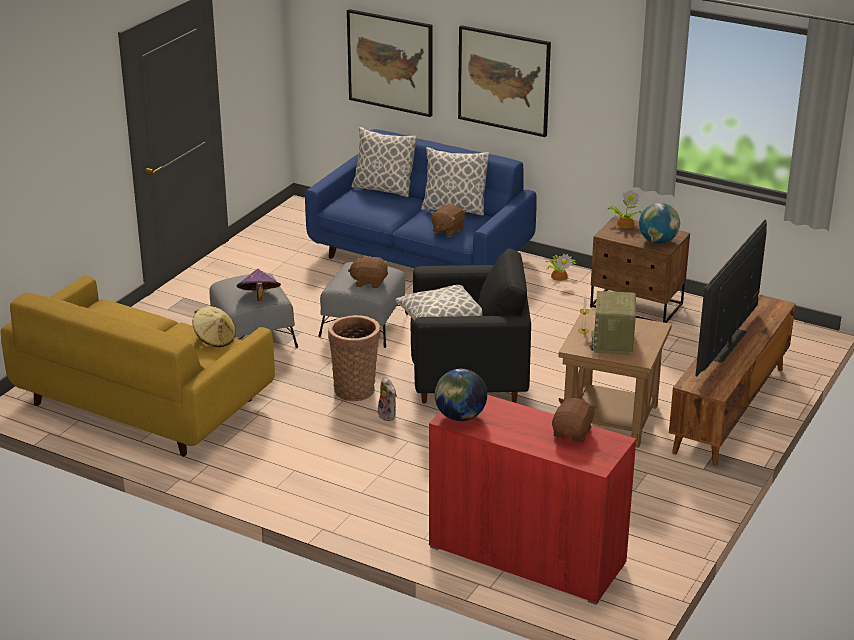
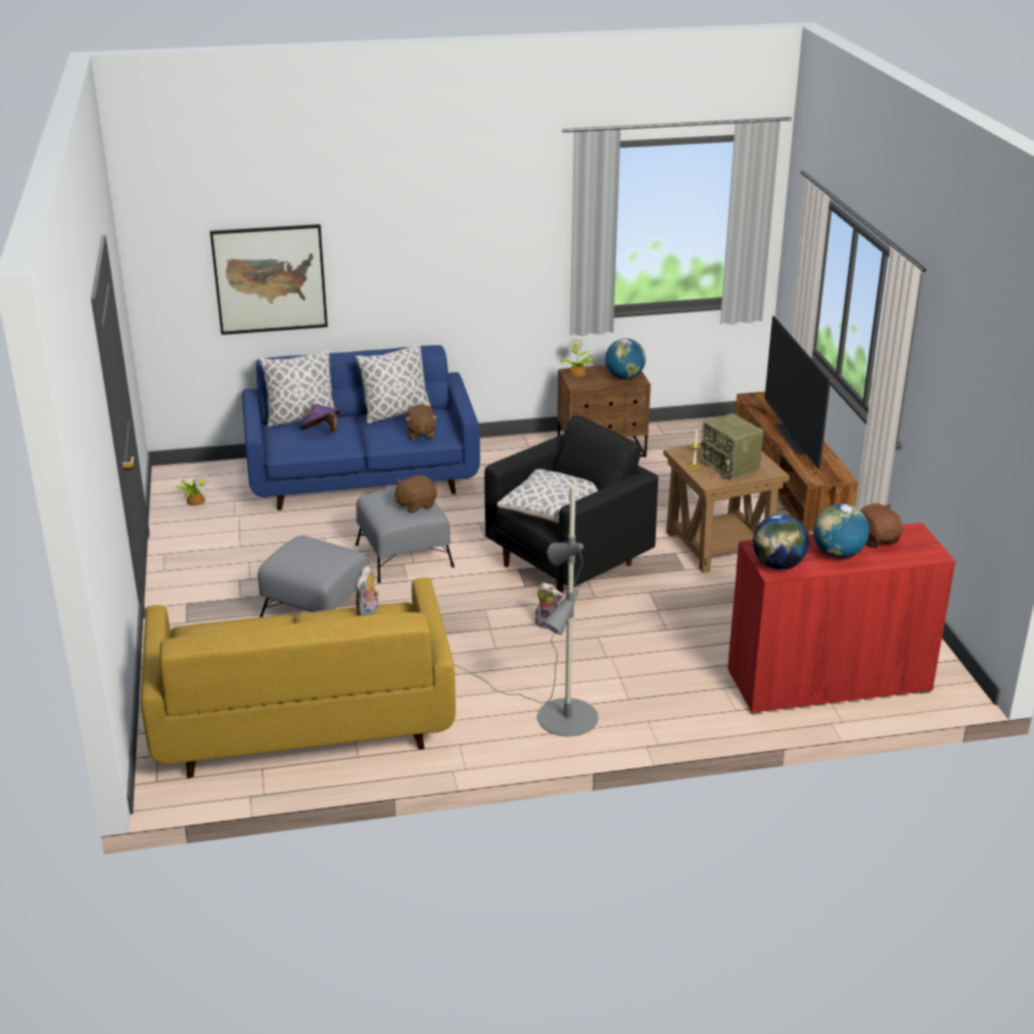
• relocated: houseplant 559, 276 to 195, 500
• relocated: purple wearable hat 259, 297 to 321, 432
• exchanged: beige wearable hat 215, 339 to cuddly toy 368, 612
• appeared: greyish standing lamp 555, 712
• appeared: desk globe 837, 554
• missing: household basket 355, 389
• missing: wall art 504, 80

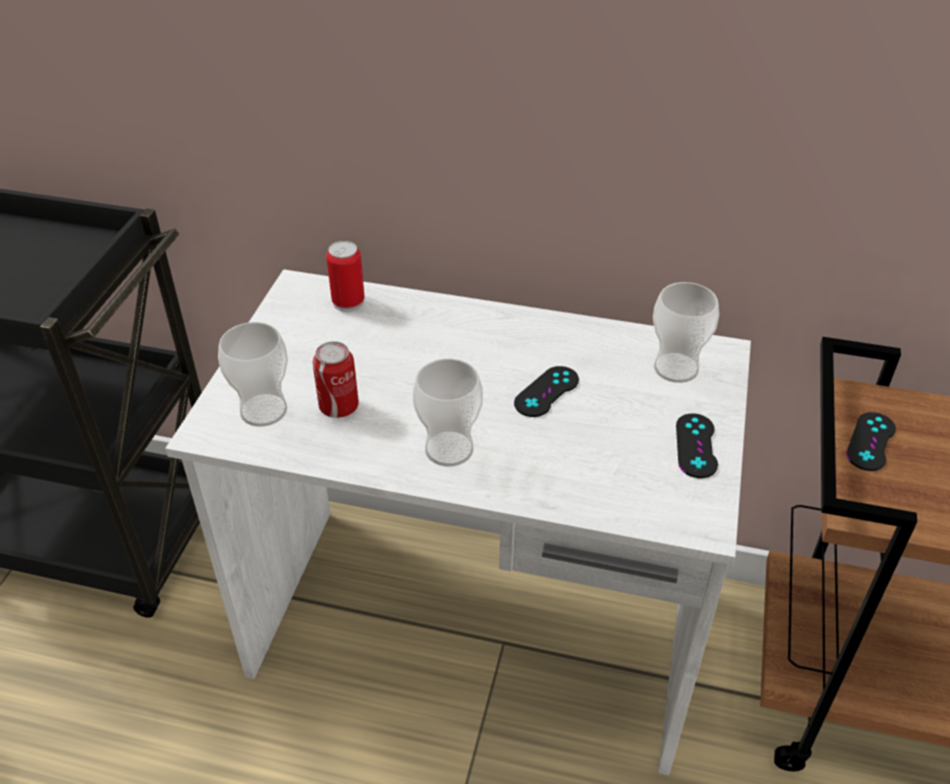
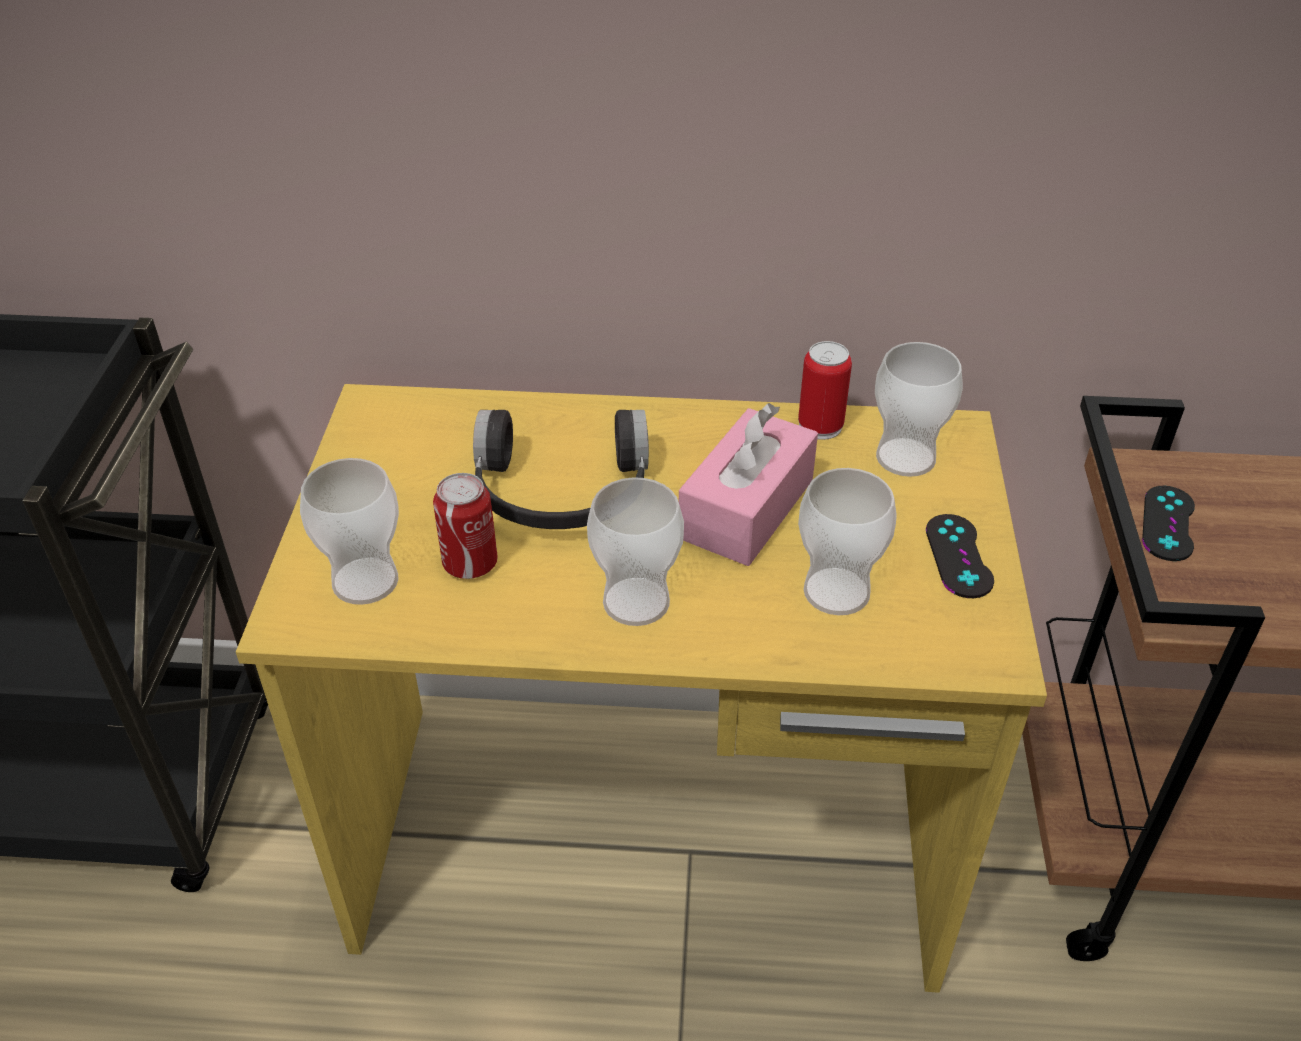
• colour: white-coloured desk 476, 634 to yellow desk 652, 845
• appeared: blackish headphones 561, 493
• exchanged: blackish gamepad 546, 392 to pinkish tissue holder 746, 509
• relocated: metal can 348, 302 to 820, 426
• appeared: drinking cup 836, 591

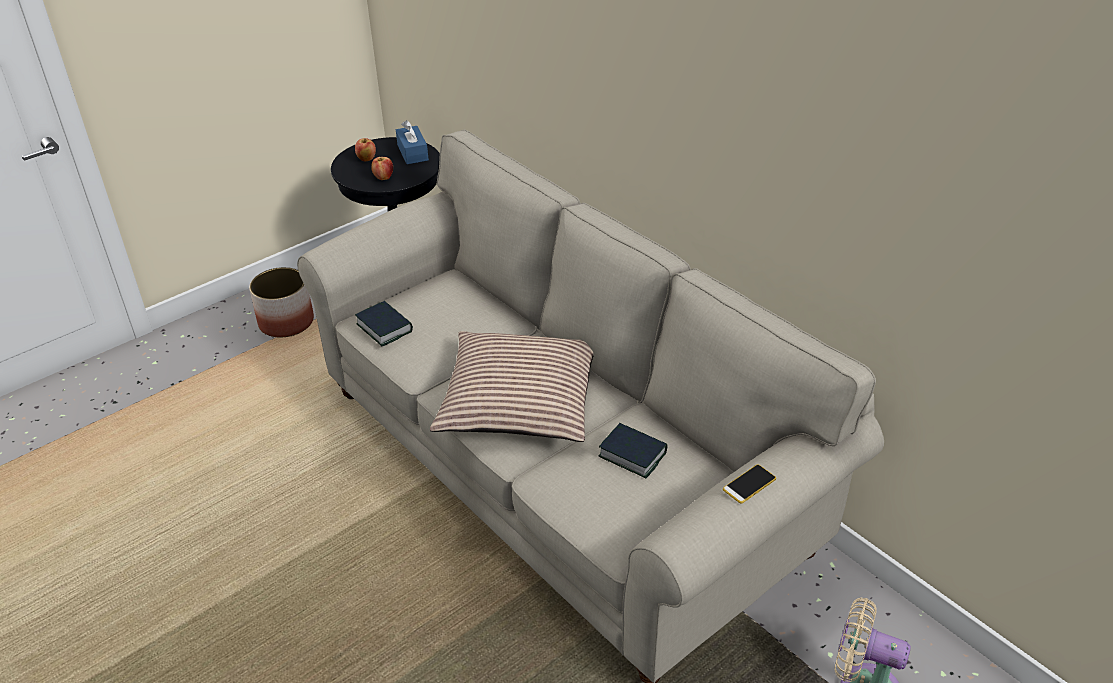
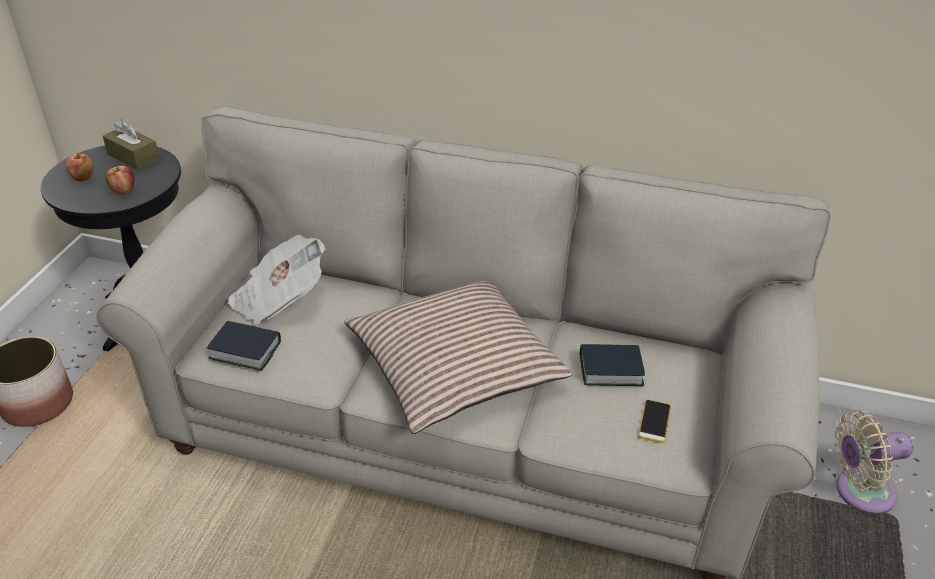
• colour: blue-coloured tissue holder 412, 153 to brown tissue holder 133, 157
• appeared: printed paper 279, 299
• relocated: phone 749, 484 to 654, 421

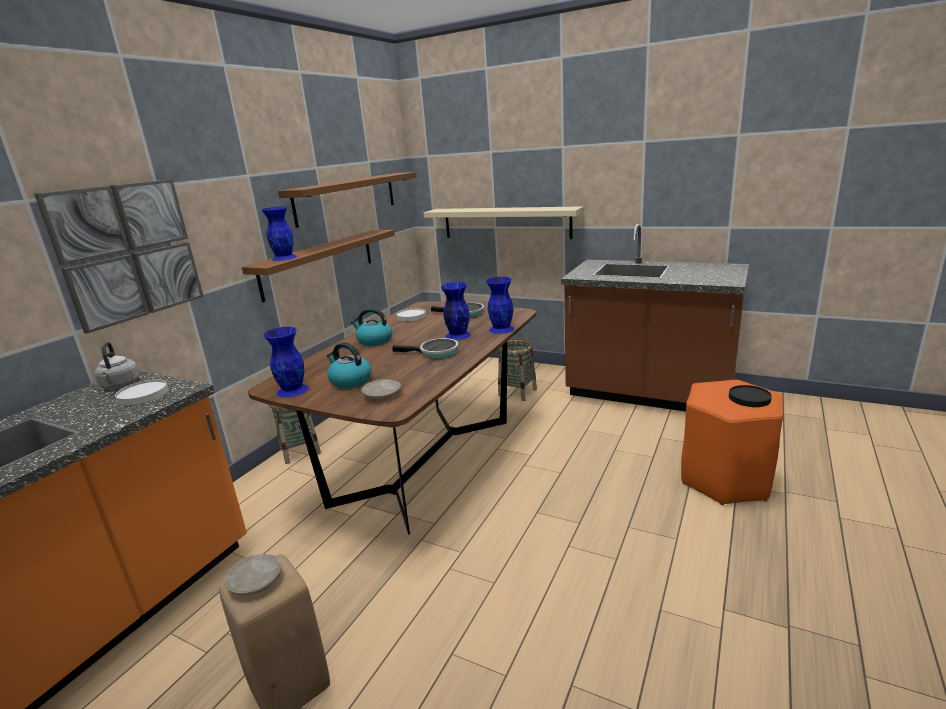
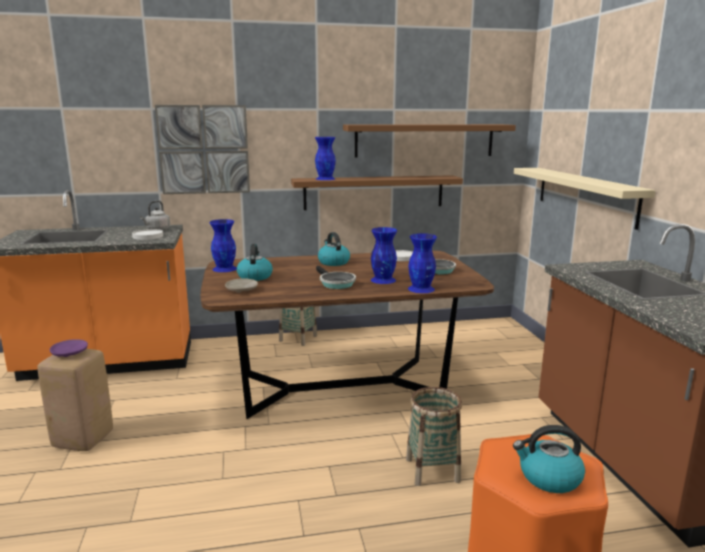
• colour: beige plate 256, 581 to purple plate 70, 353
• relocated: household basket 517, 392 to 432, 470
• exchanged: blackish plate 749, 398 to tea kettle 548, 478

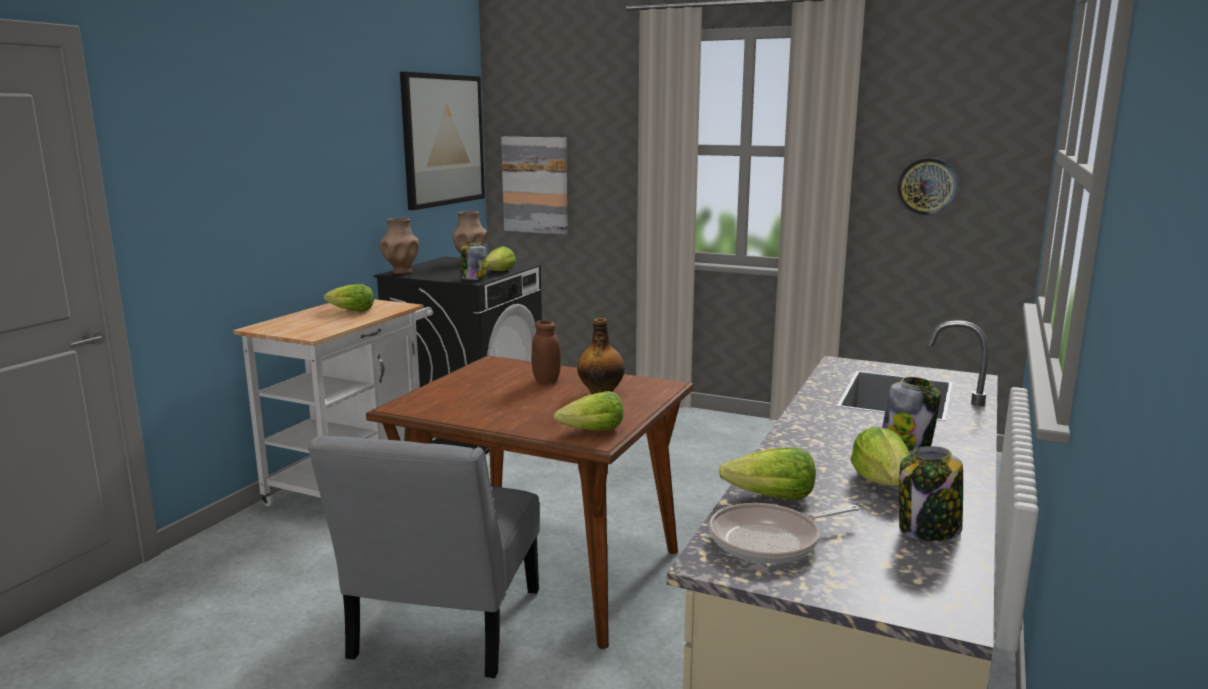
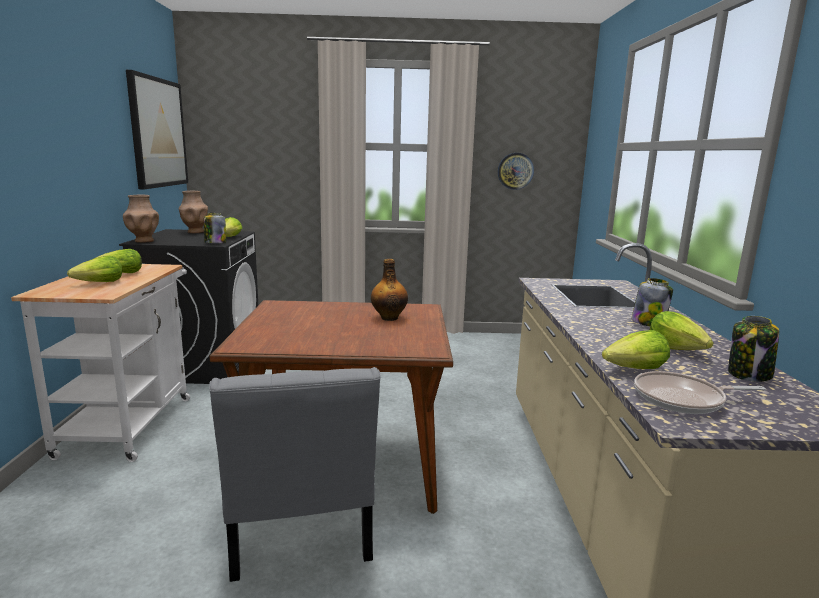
• relocated: lettuce head 593, 431 to 100, 283
• spun: frying pan 770, 540 = 683, 399 45 degrees clockwise
• missing: wall art 535, 185
• missing: brown storage jar 546, 380

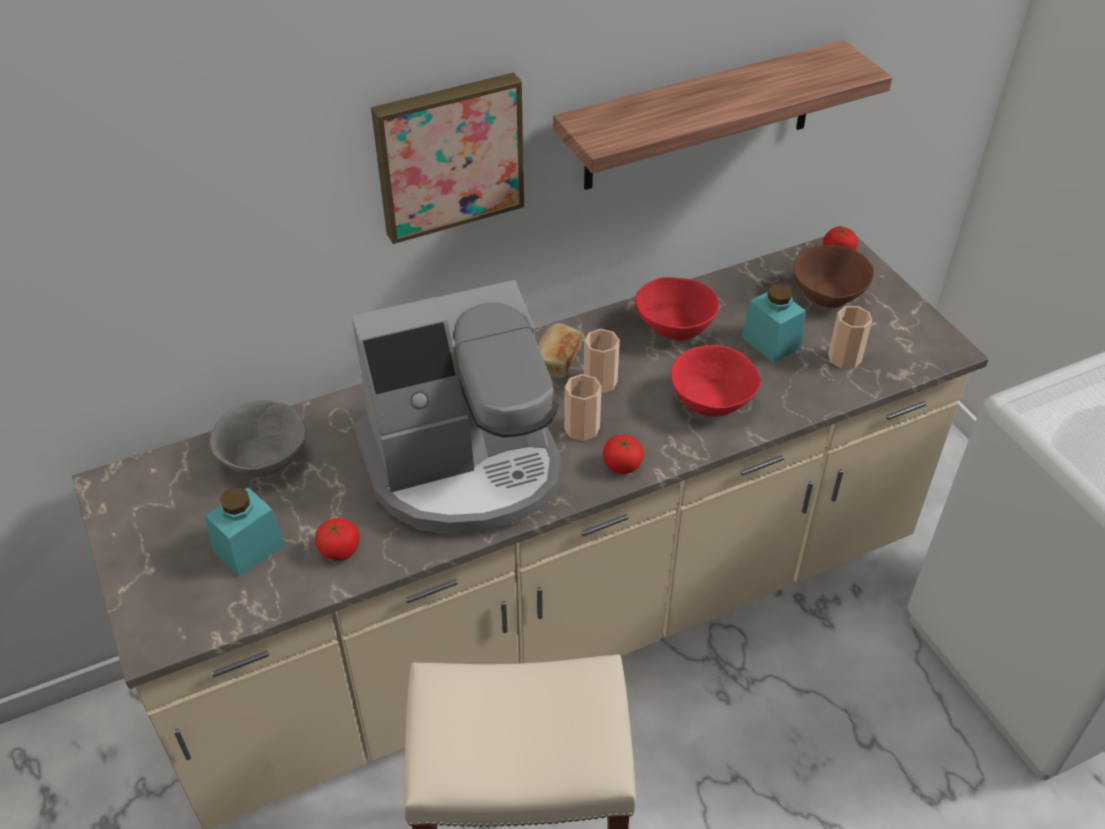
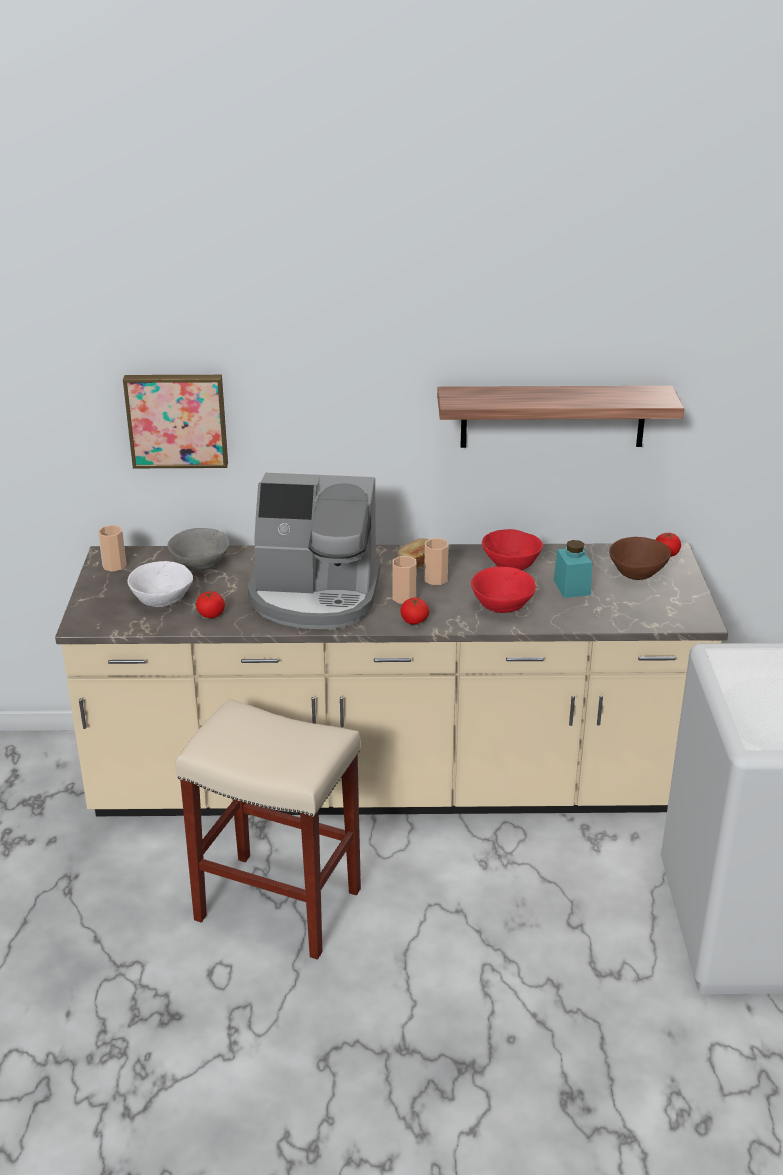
• relocated: drinking cup 844, 358 to 114, 565
• relocated: wall art 448, 155 to 177, 419
• exchanged: turquoise-coloured storage jar 249, 548 to white-coloured bowl 161, 600

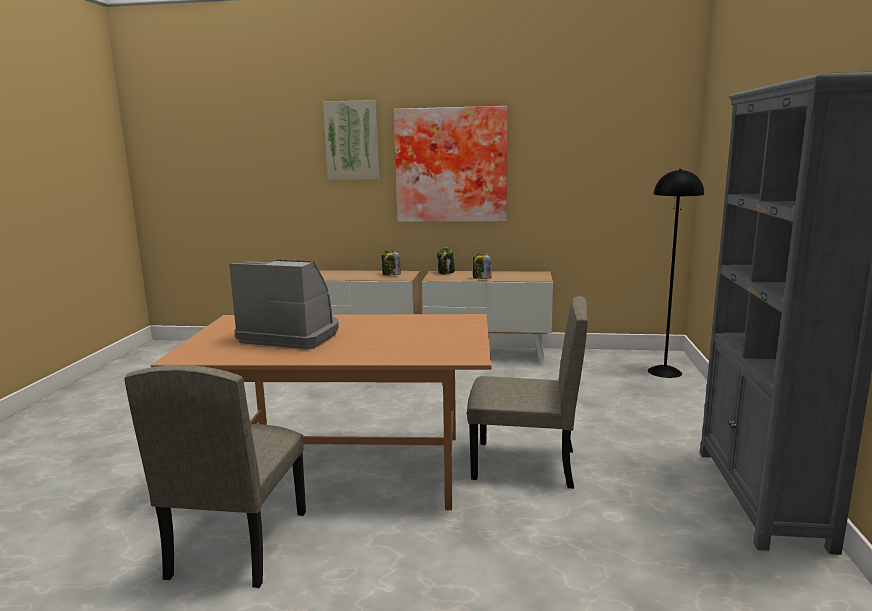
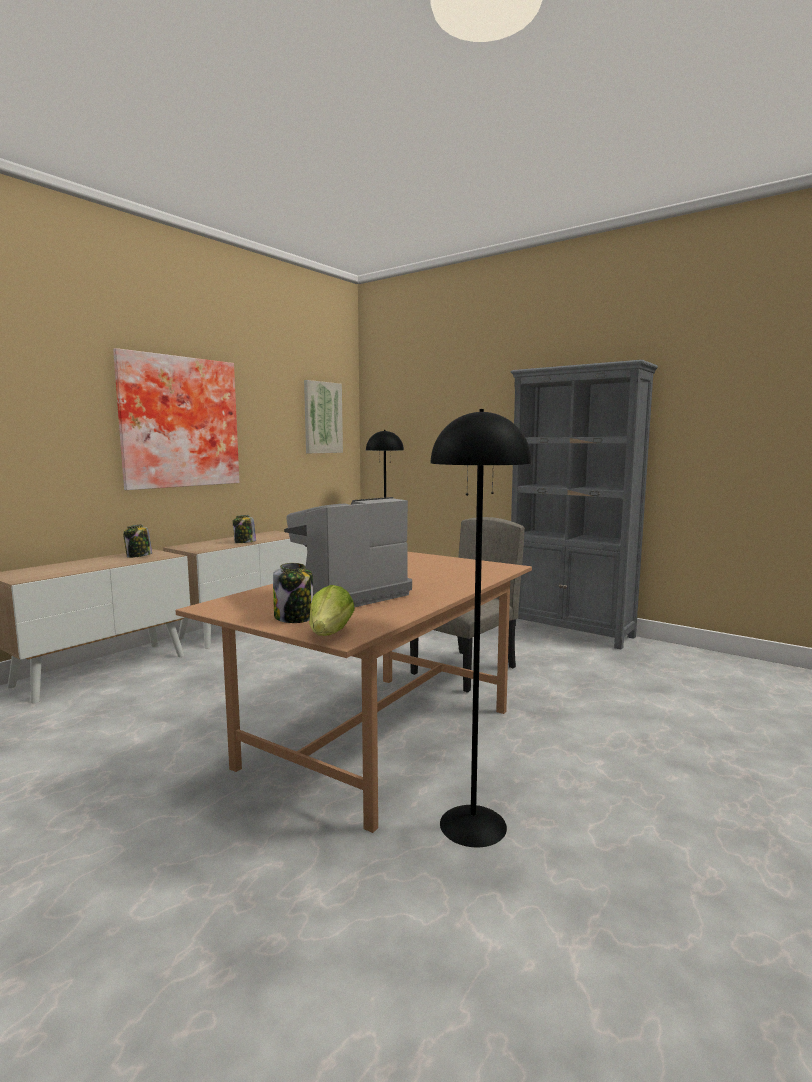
• relocated: storage jar 446, 272 to 294, 618
• relocated: wall art 352, 140 to 322, 417
• appeared: lettuce head 330, 634
• exchanged: beige upright chair 238, 543 to blackish standing lamp 473, 825

